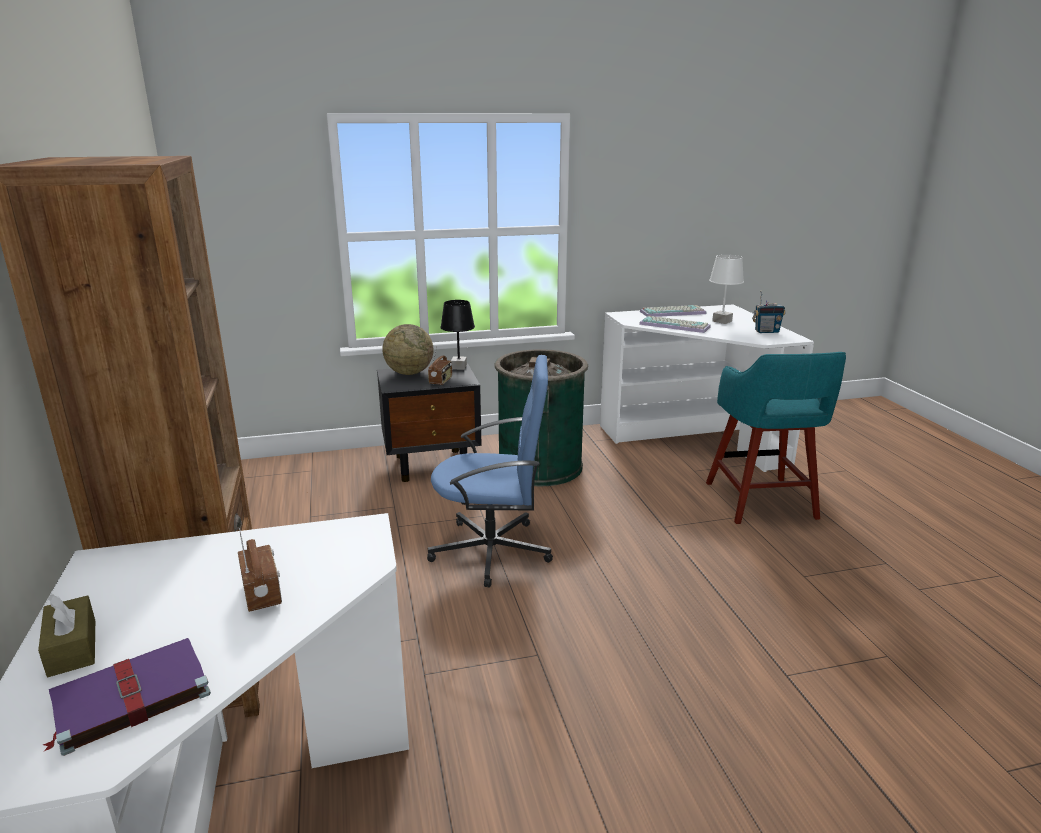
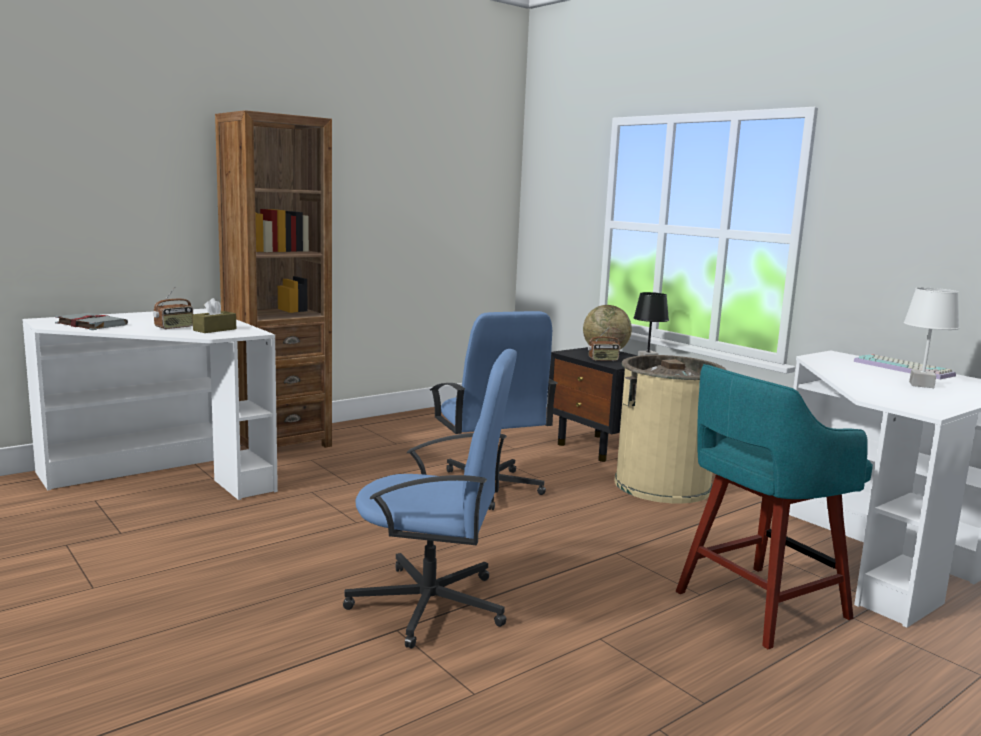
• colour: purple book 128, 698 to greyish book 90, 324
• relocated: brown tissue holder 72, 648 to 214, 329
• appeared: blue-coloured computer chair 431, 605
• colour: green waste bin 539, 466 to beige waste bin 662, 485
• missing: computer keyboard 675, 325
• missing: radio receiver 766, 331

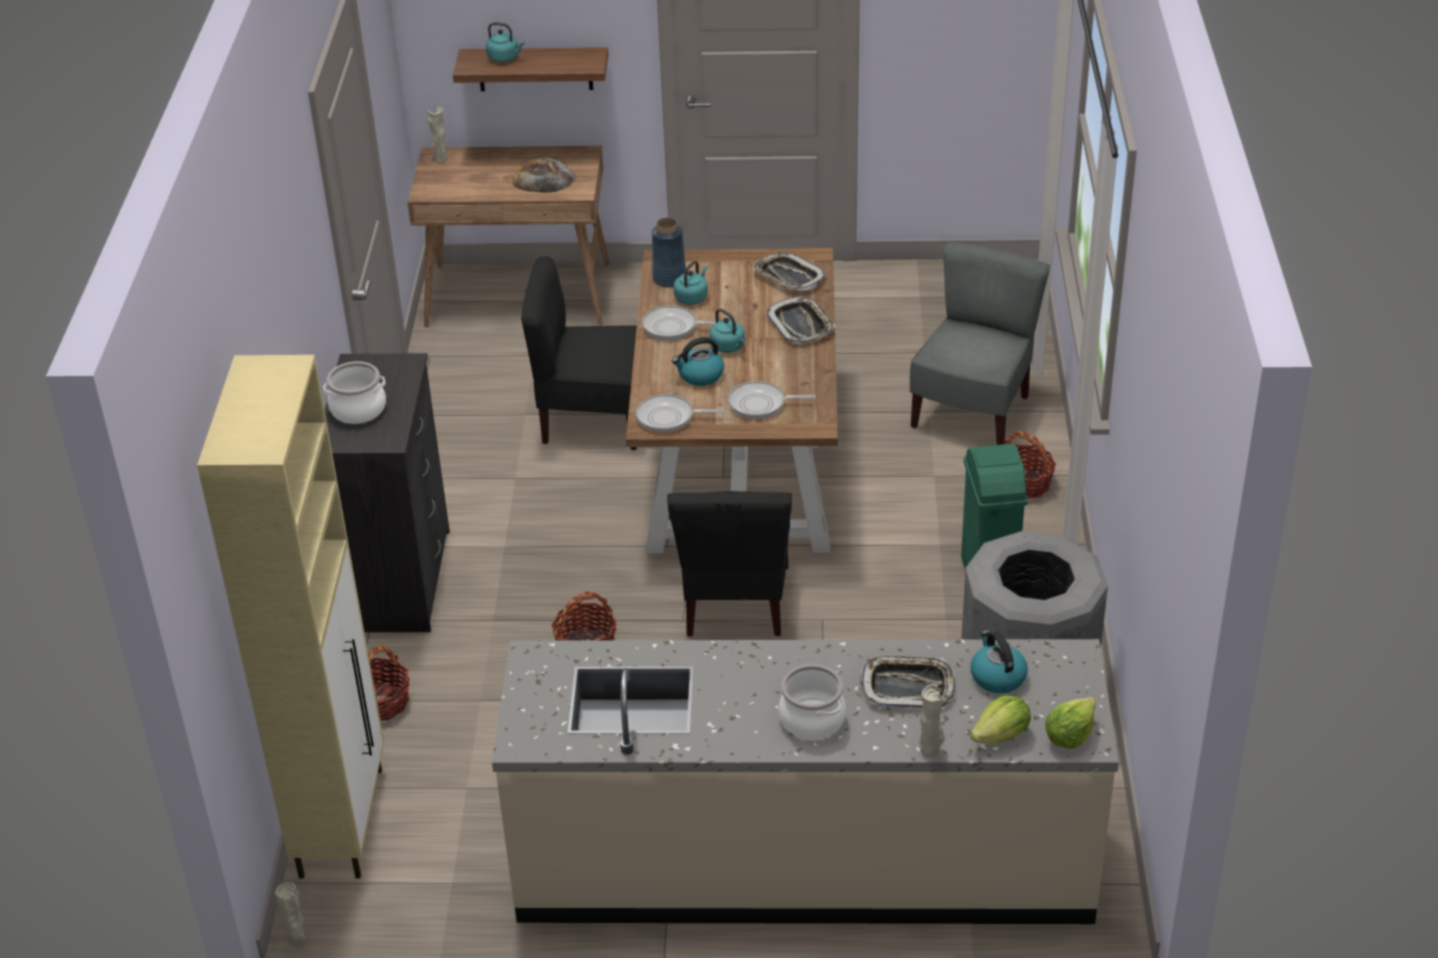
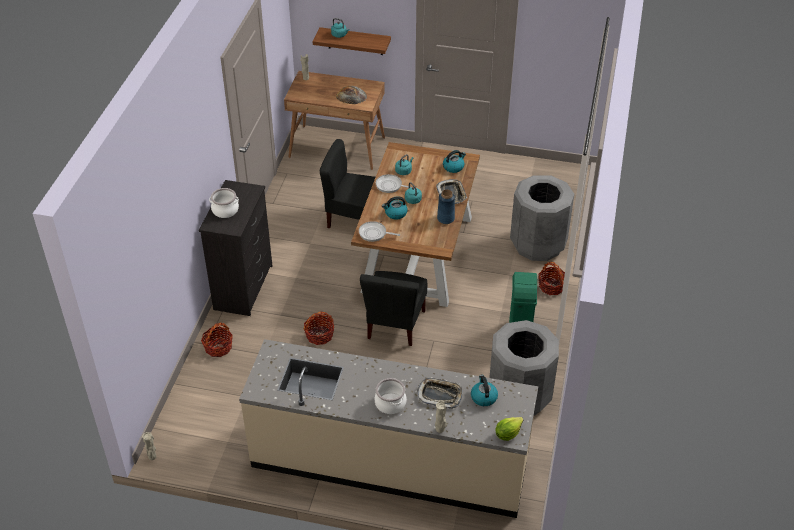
• relocated: blue-coloured flower vase 669, 279 to 445, 218
• exchanged: serving tray 788, 277 to tea kettle 453, 167
• exchanged: greyish upright chair 973, 413 to greyish waste bin 538, 244
• missing: beige cabinet 342, 820
• missing: frying pan 761, 404
• missing: lettuce head 1002, 736

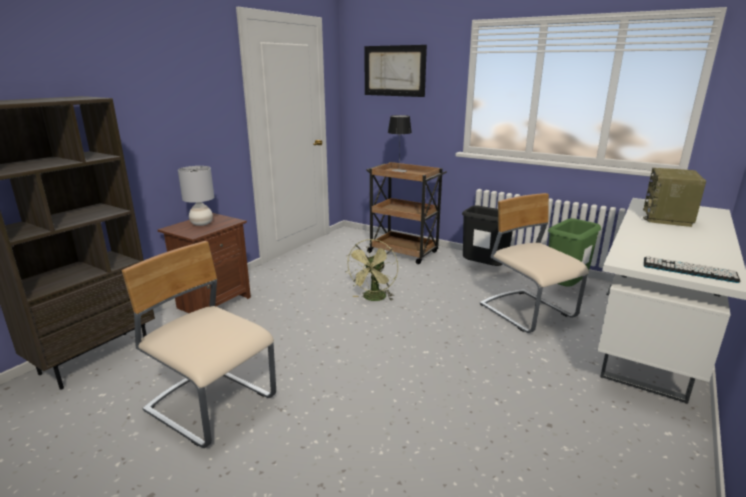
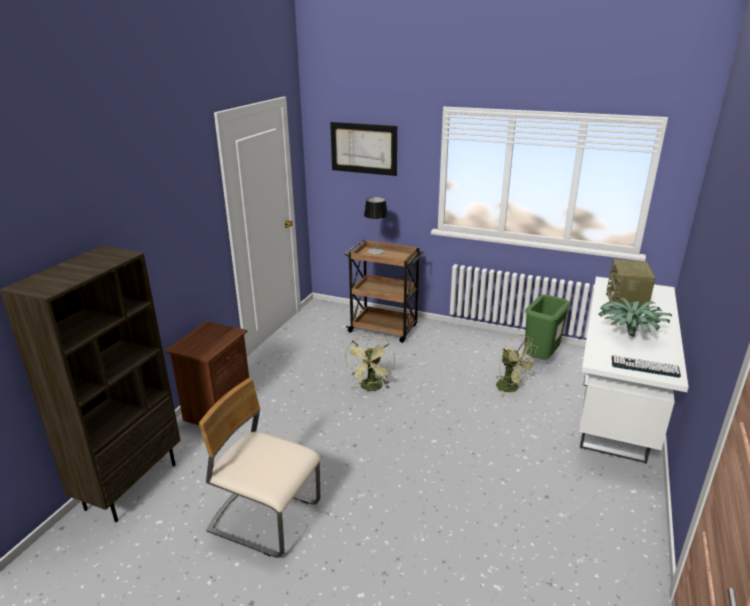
• exchanged: beige upright chair 527, 312 to green electric fan 512, 388
• appeared: houseplant 629, 335
• missing: greyish table lamp 202, 223
• missing: blackish waste bin 484, 270

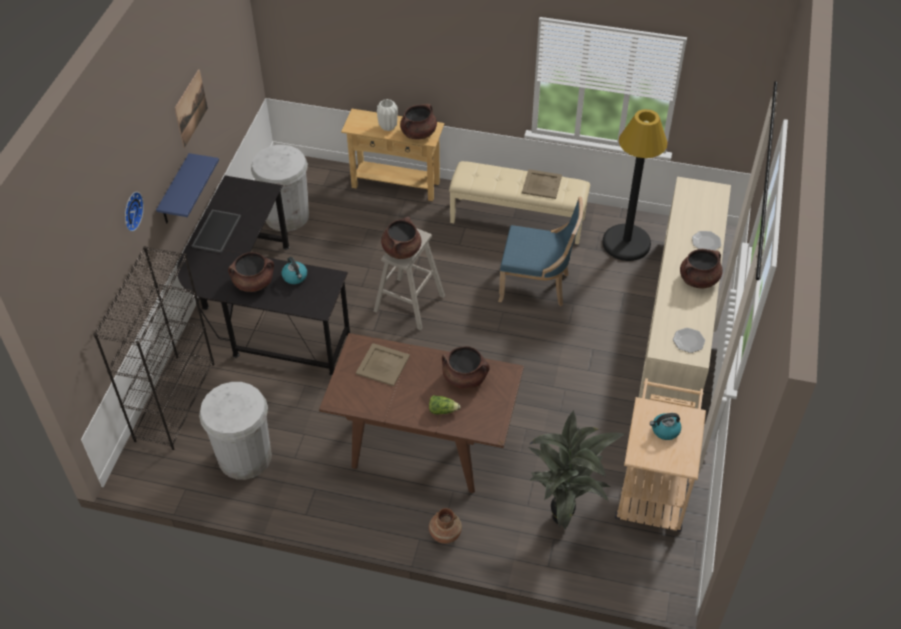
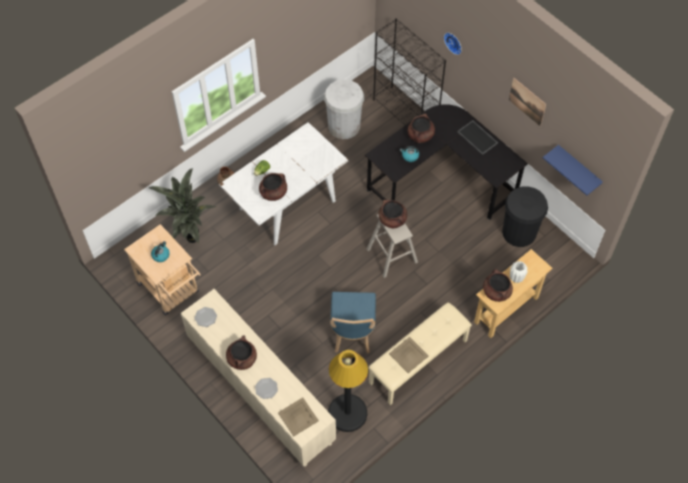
• colour: brown dining table 425, 443 to white-coloured dining table 287, 205
• relocated: beige serving tray 383, 364 to 298, 417
• spun: blue-coloured upright chair 537, 286 = 352, 333 45 degrees counterclockwise
• colour: white-coloured waste bin 286, 215 to blackish waste bin 519, 232
• relocated: blue-coloured bracket shelf 175, 191 to 578, 168

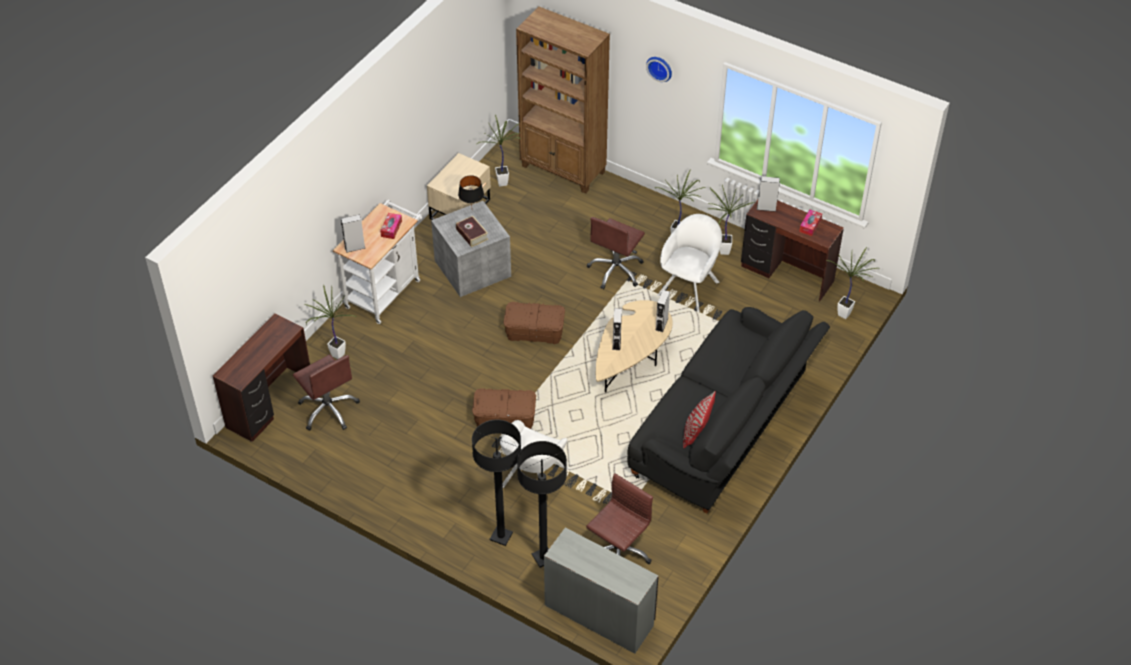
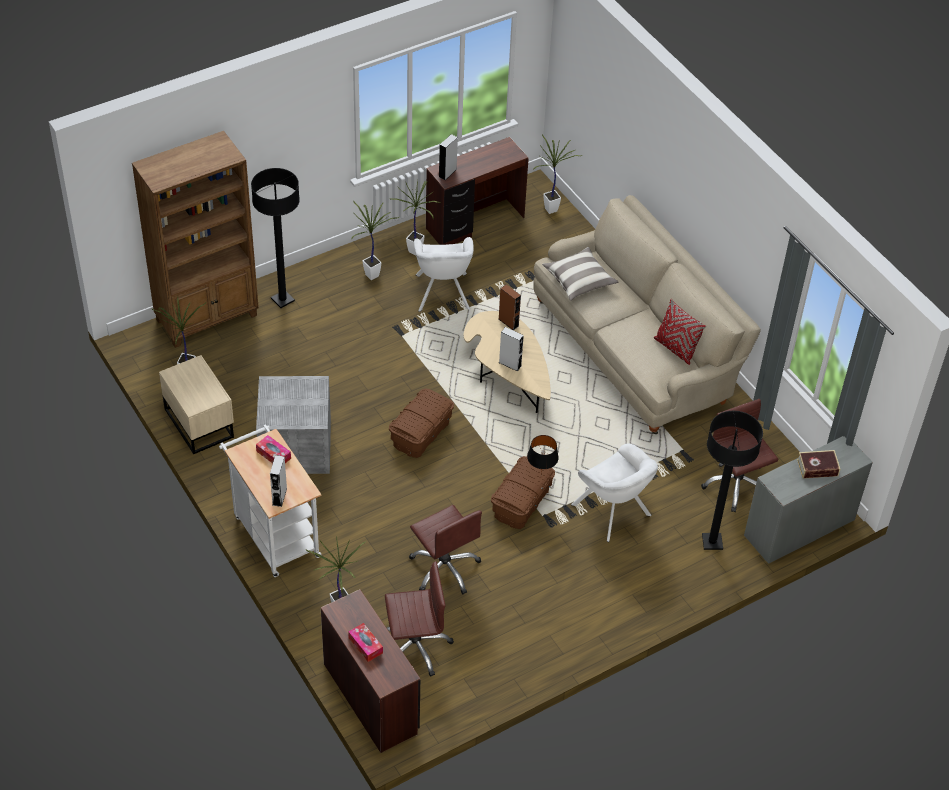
• relocated: blackish standing lamp 501, 536 to 282, 300
• relocated: tissue holder 810, 225 to 365, 645
• relocated: brown computer chair 616, 271 to 445, 568
• spun: white-coloured armchair 690, 286 = 442, 294 150 degrees counterclockwise
• colour: greyish speaker 661, 324 to brown speaker 508, 322
• relocated: blackish table lamp 471, 210 to 540, 475
• colour: blackish settee 724, 430 to beige settee 635, 349
• appeared: pillow 579, 281
• relocated: book 472, 234 to 817, 468
• missing: hanging clock 660, 67

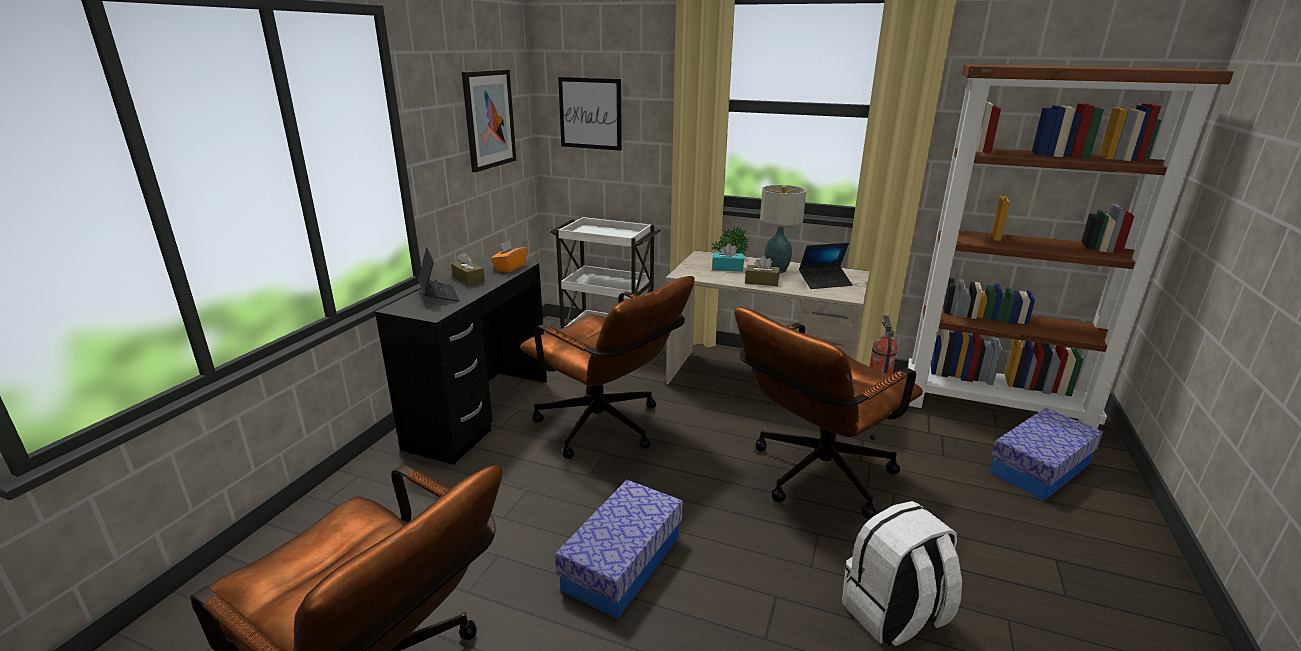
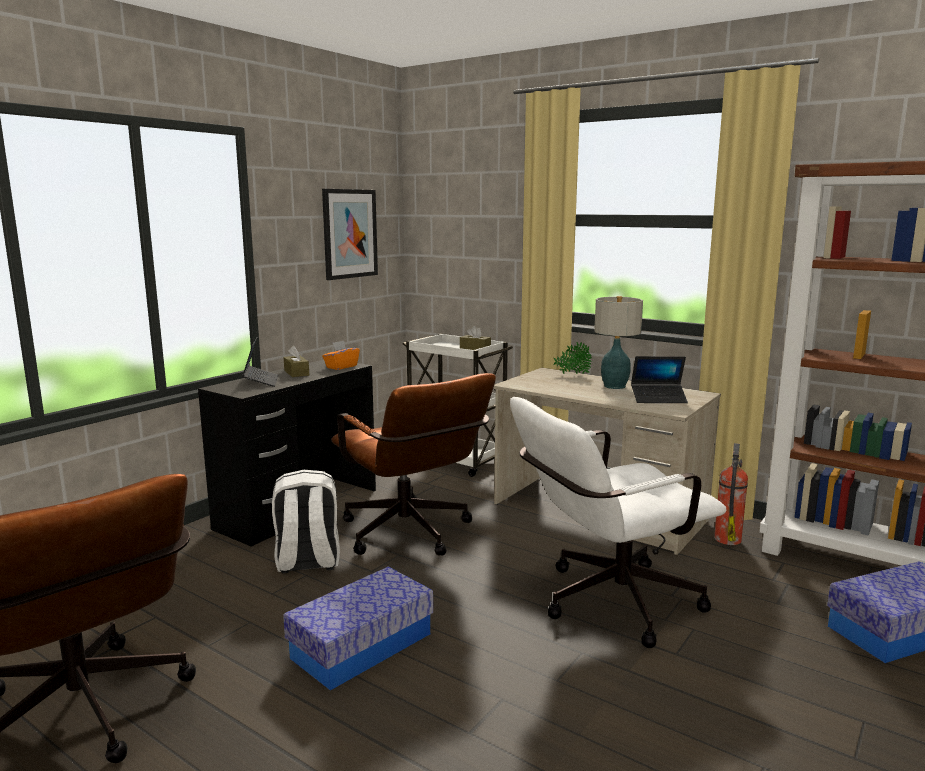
• relocated: white-coloured backpack 893, 615 to 307, 562
• relocated: brown tissue holder 761, 282 to 475, 349
• colour: brown computer chair 813, 478 to white-coloured computer chair 607, 603
• missing: wall art 590, 113
• missing: turquoise-coloured tissue holder 727, 268

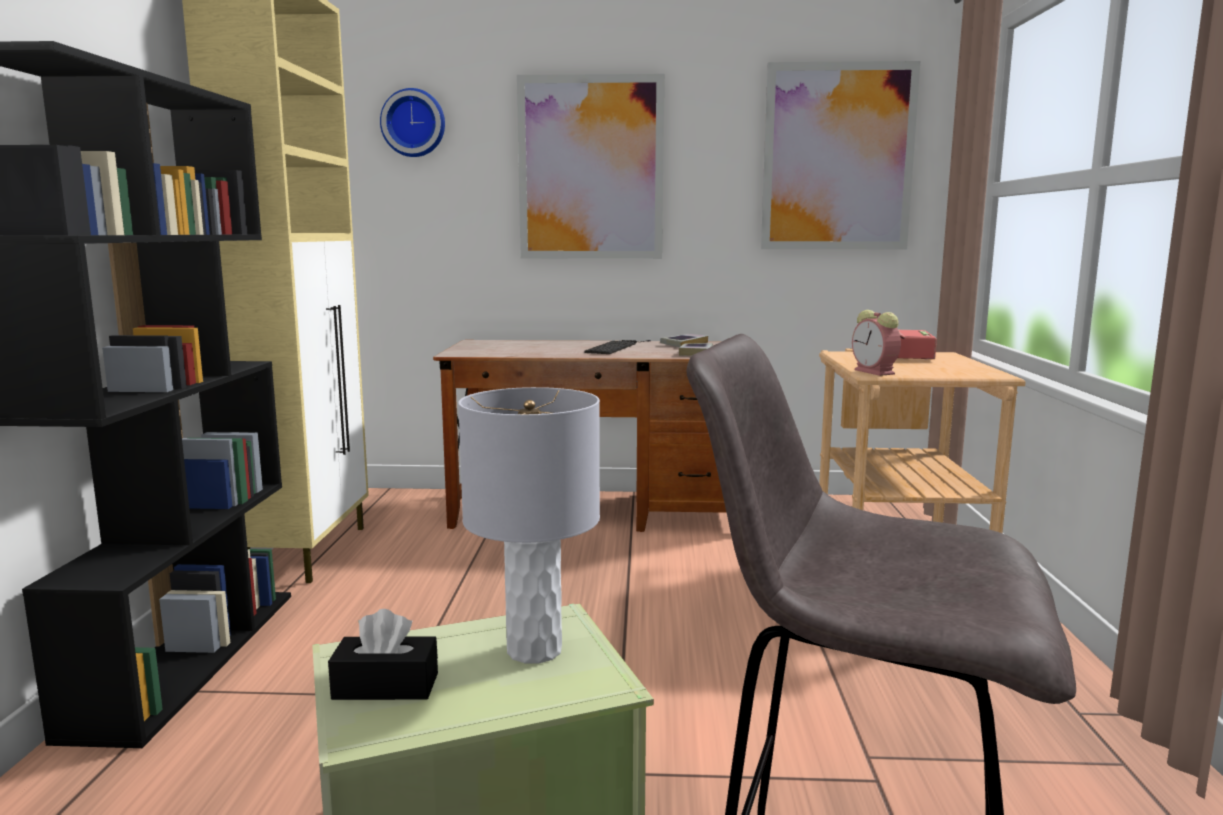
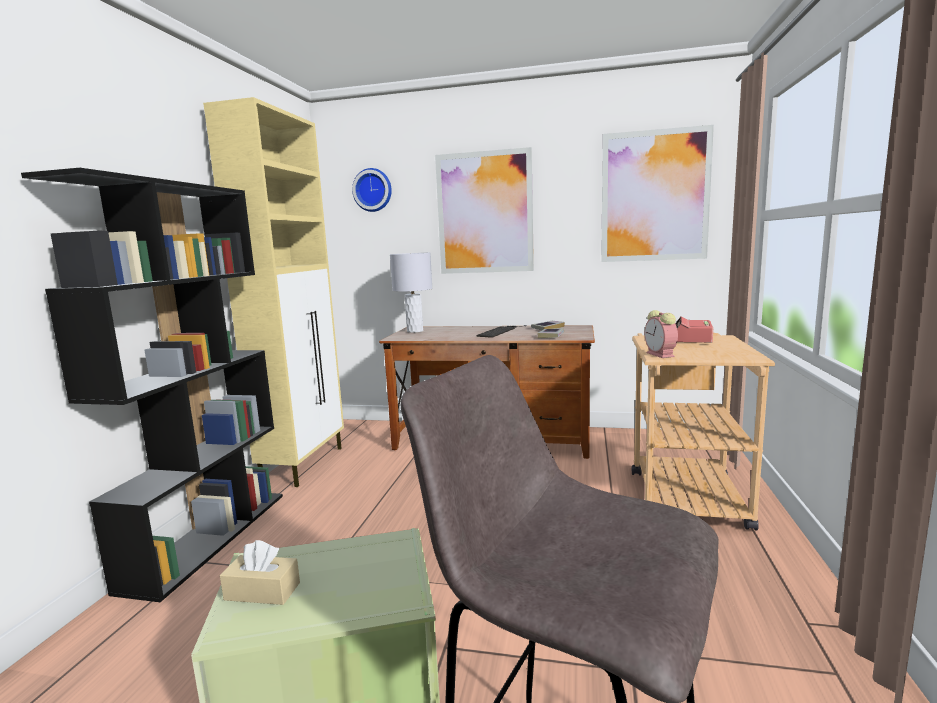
• colour: blackish tissue holder 385, 686 to beige tissue holder 262, 591
• relocated: greyish table lamp 534, 650 to 415, 331

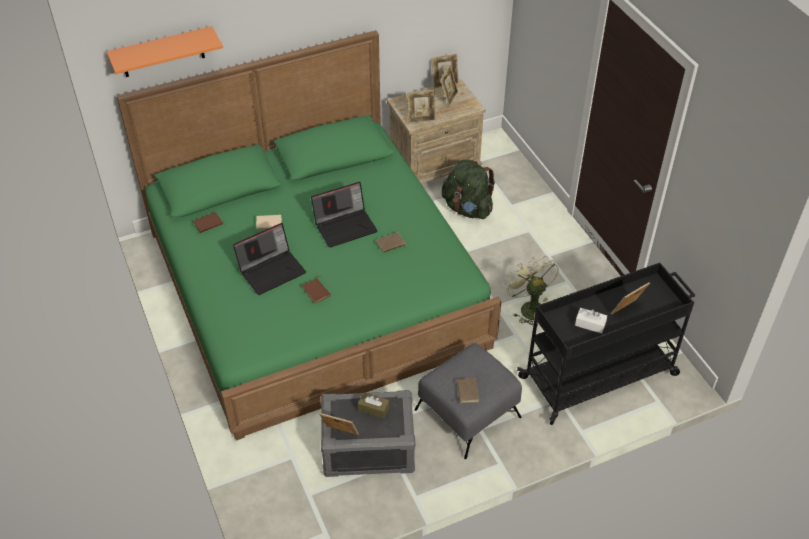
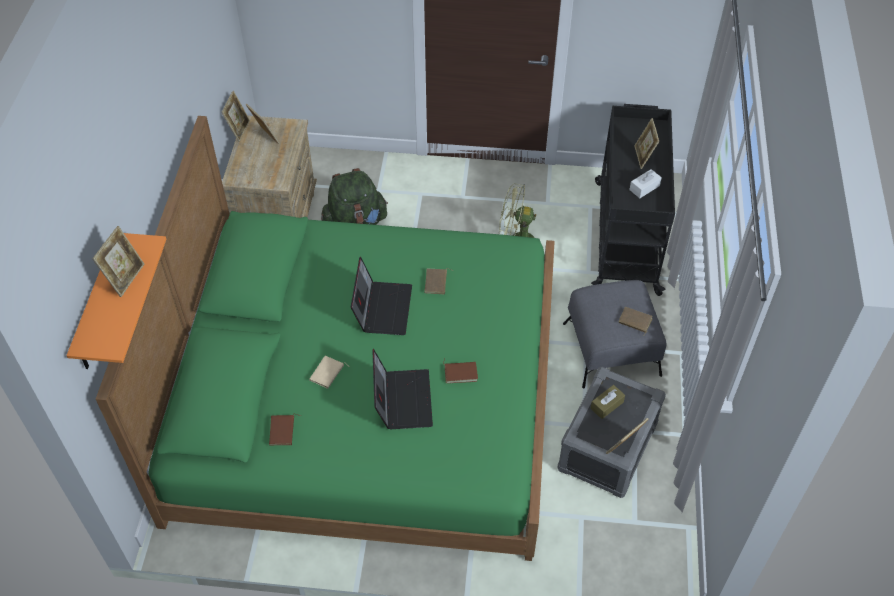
• relocated: photo frame 421, 119 to 125, 278

